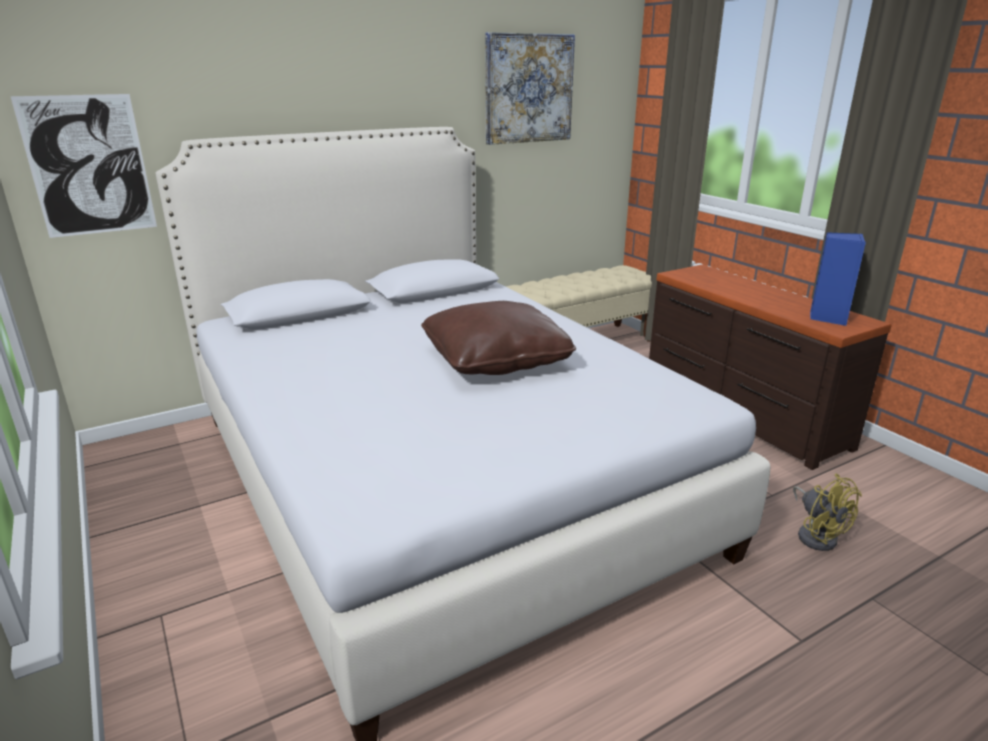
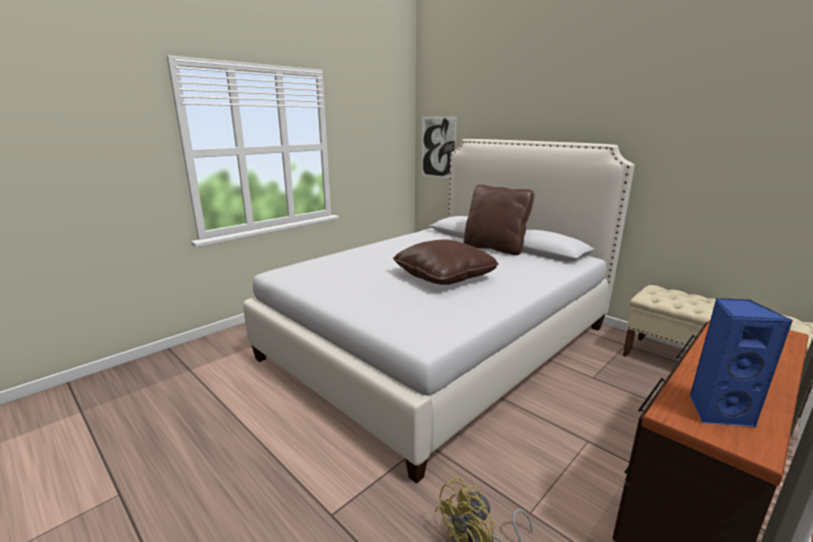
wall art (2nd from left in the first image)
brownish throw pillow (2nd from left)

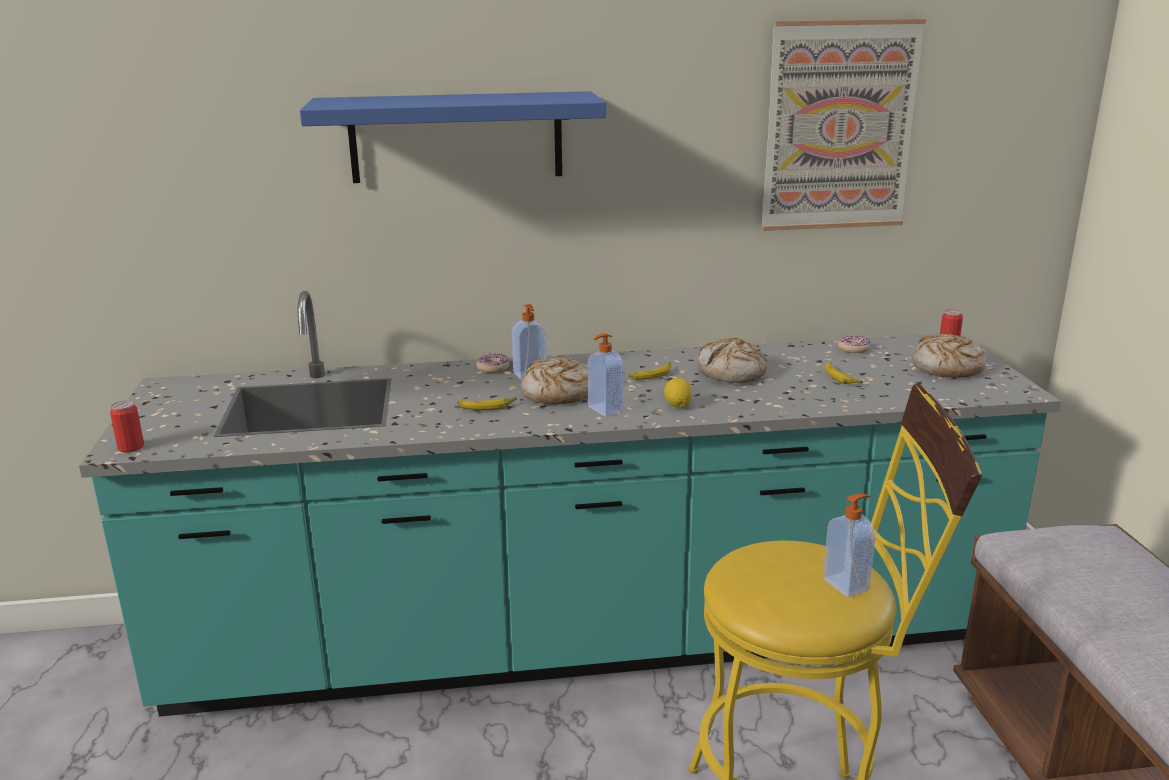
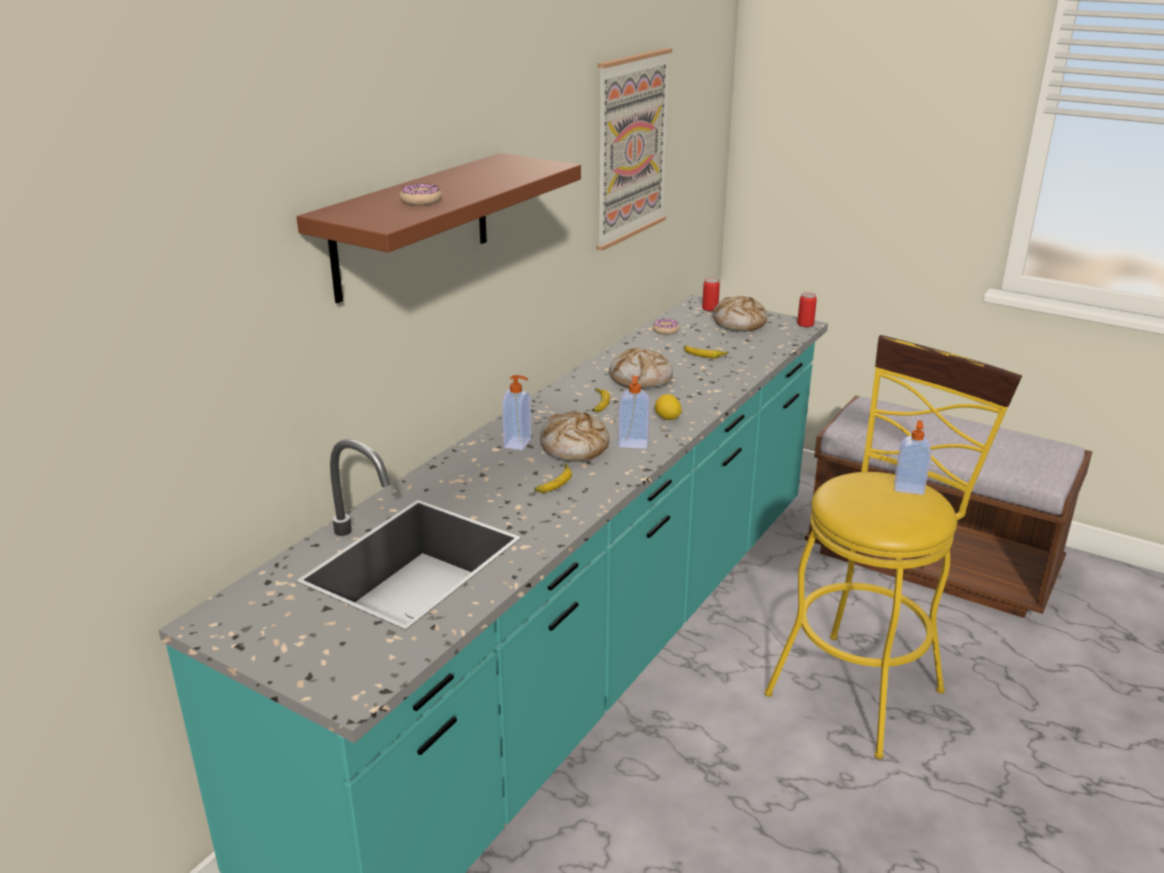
sealed can (2nd from left)
brownish shelf
donut (1st from left)

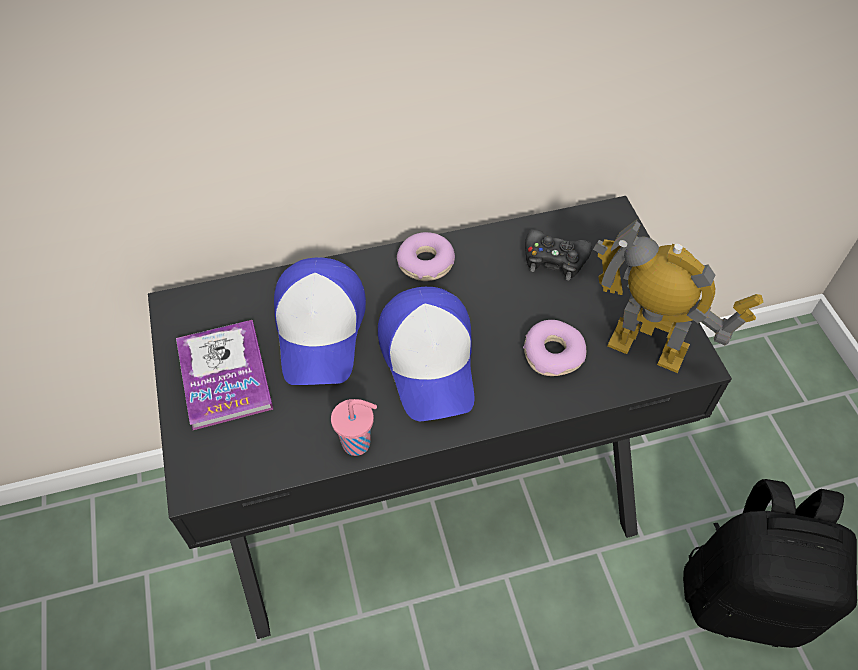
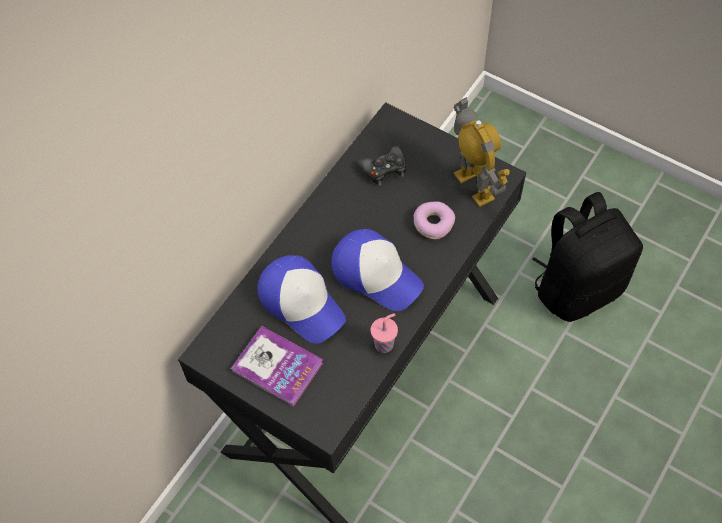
donut (1st from left in the first image)
model robot

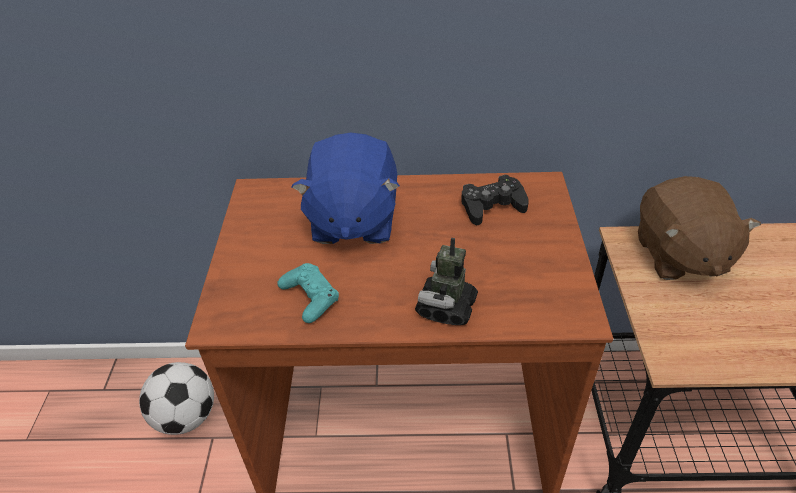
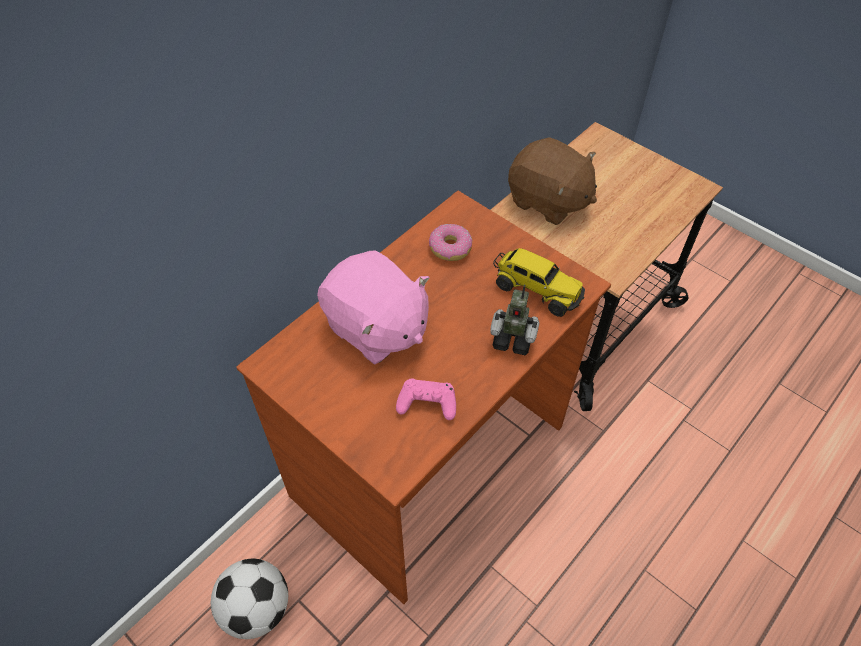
pinkish gamepad
pinkish cuddly toy
model robot
donut
model truck

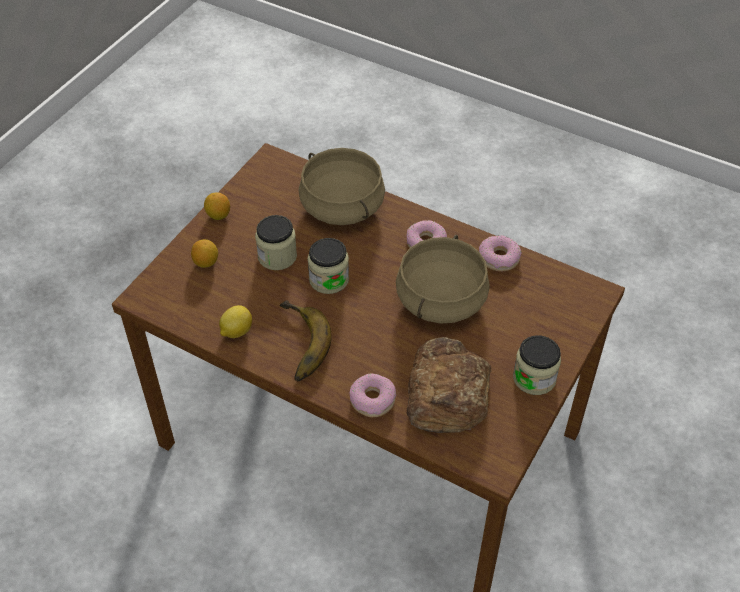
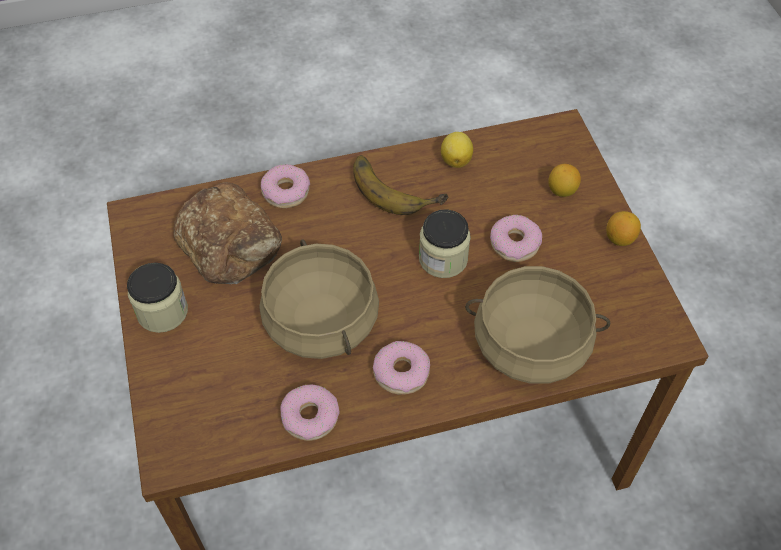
donut (4th from left)

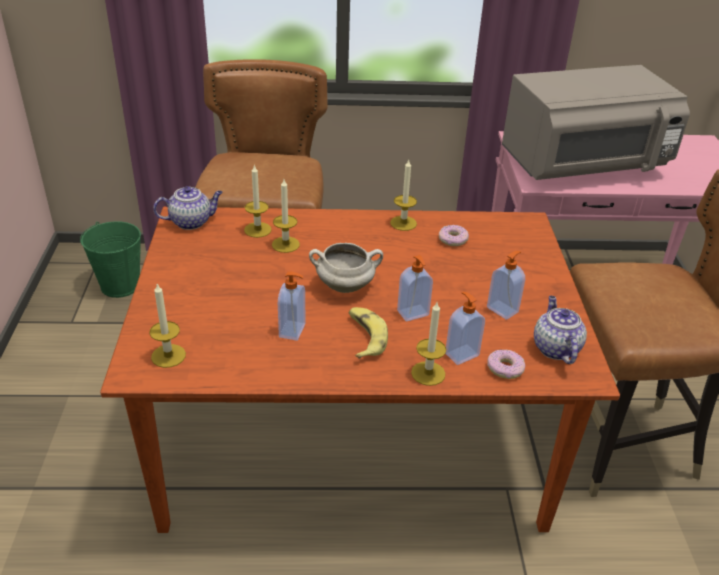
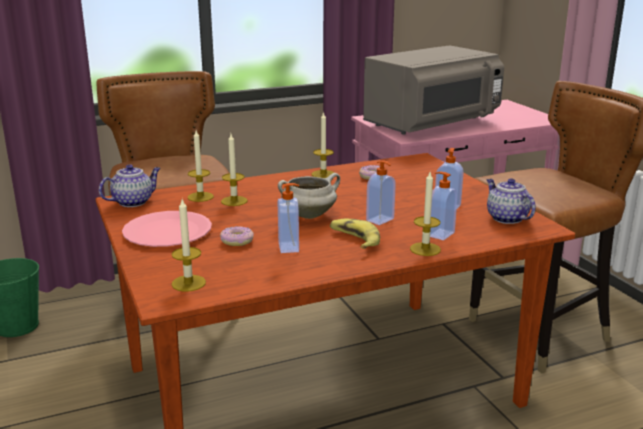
donut (1st from left)
pinkish plate

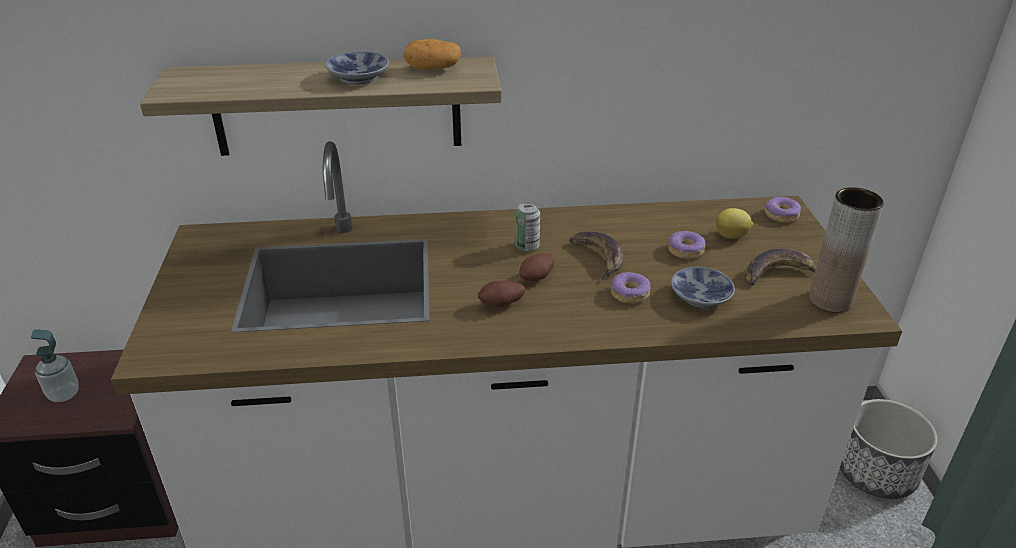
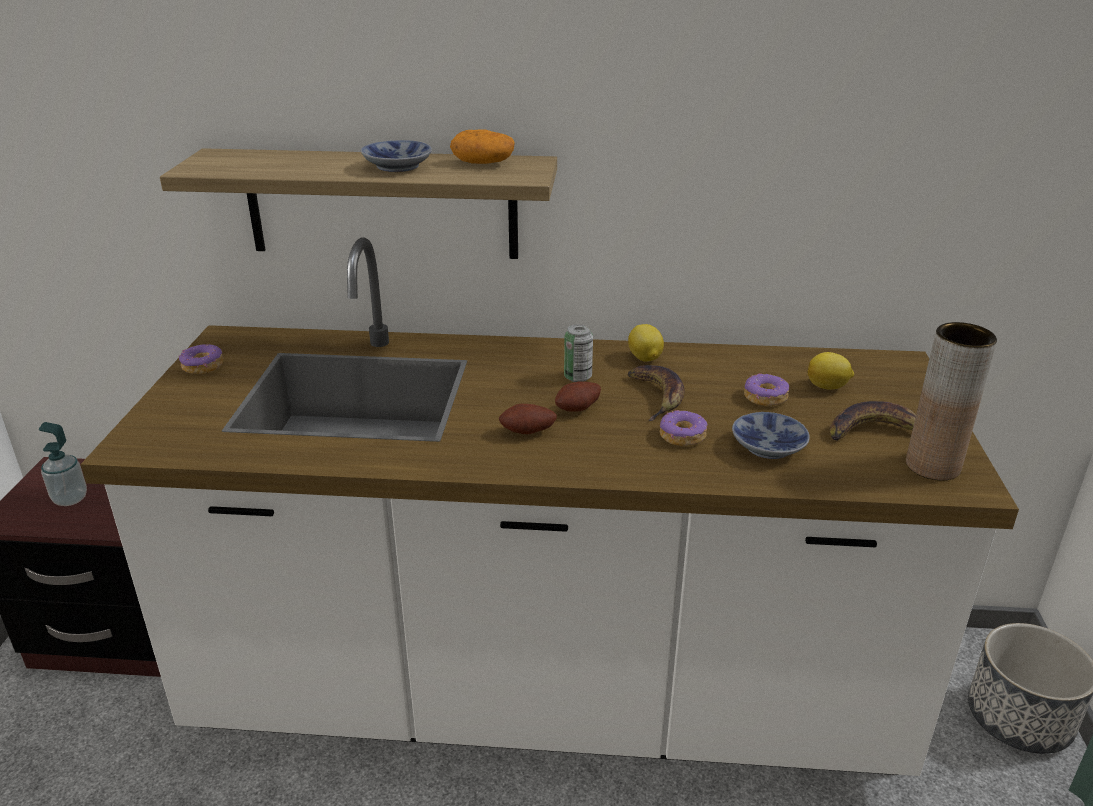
donut (1st from left)
whole lemon (1st from left)

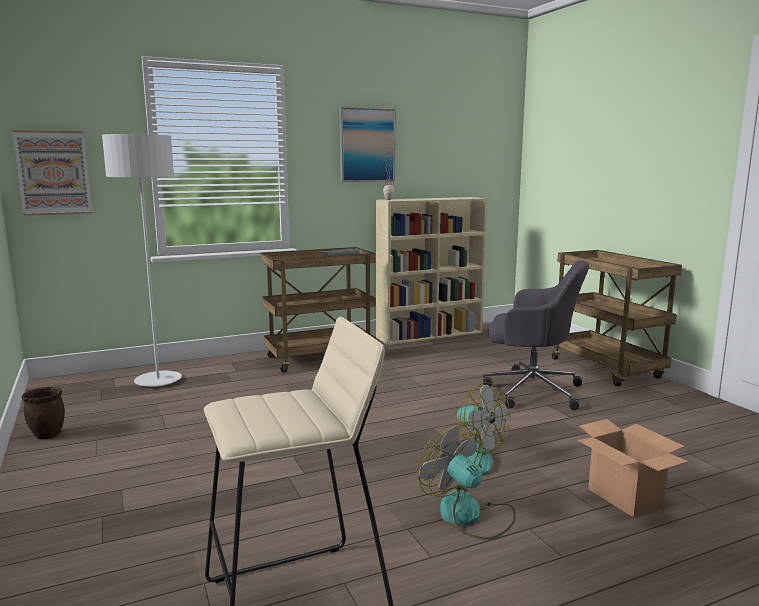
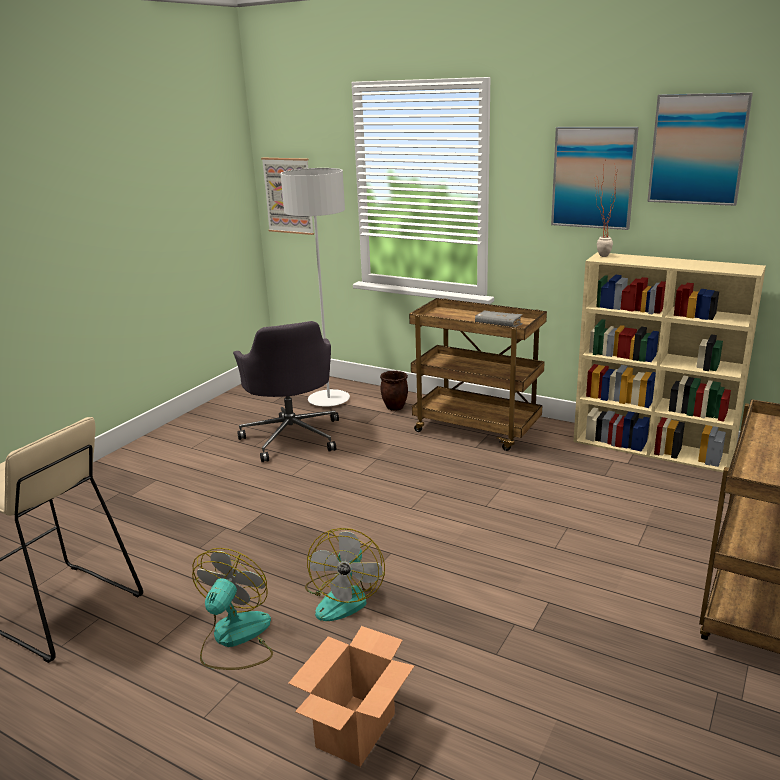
brownish plant pot
gray computer chair
wall art (3rd from left)

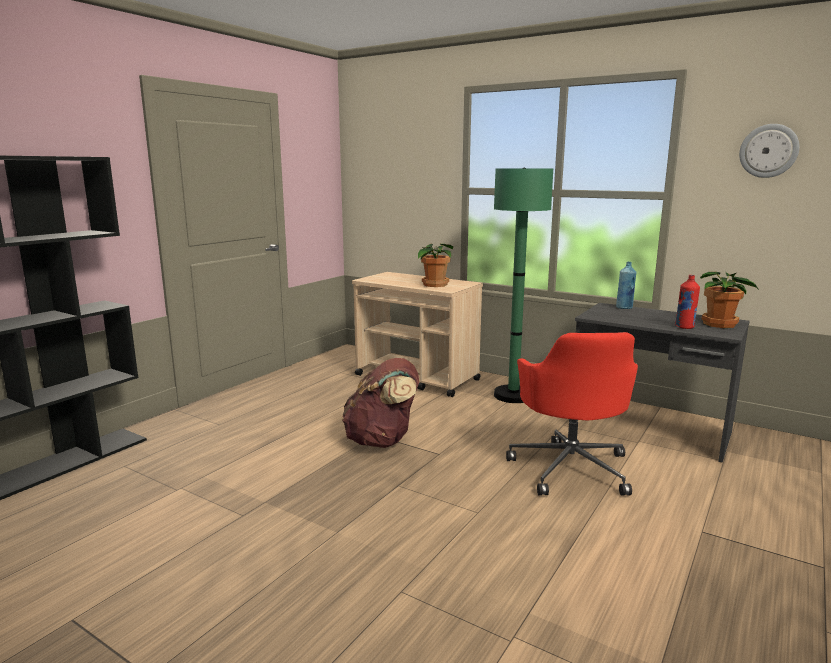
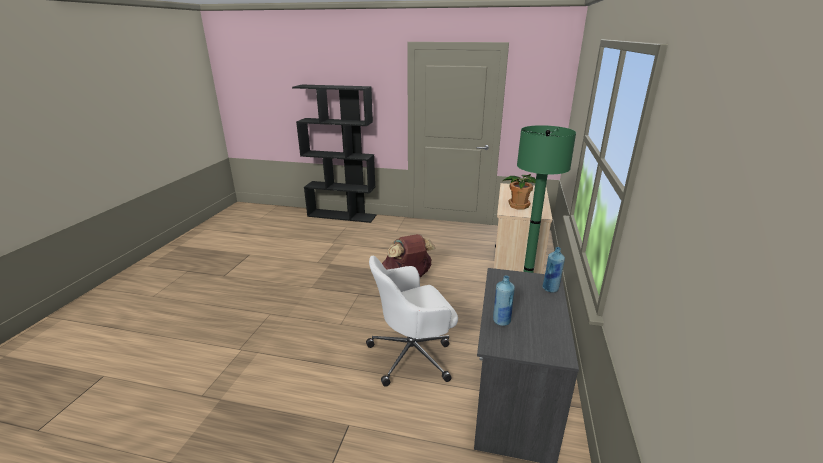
white-coloured computer chair
blue-coloured bottle (1st from left)
plant in a pot (2nd from left in the first image)
wall clock

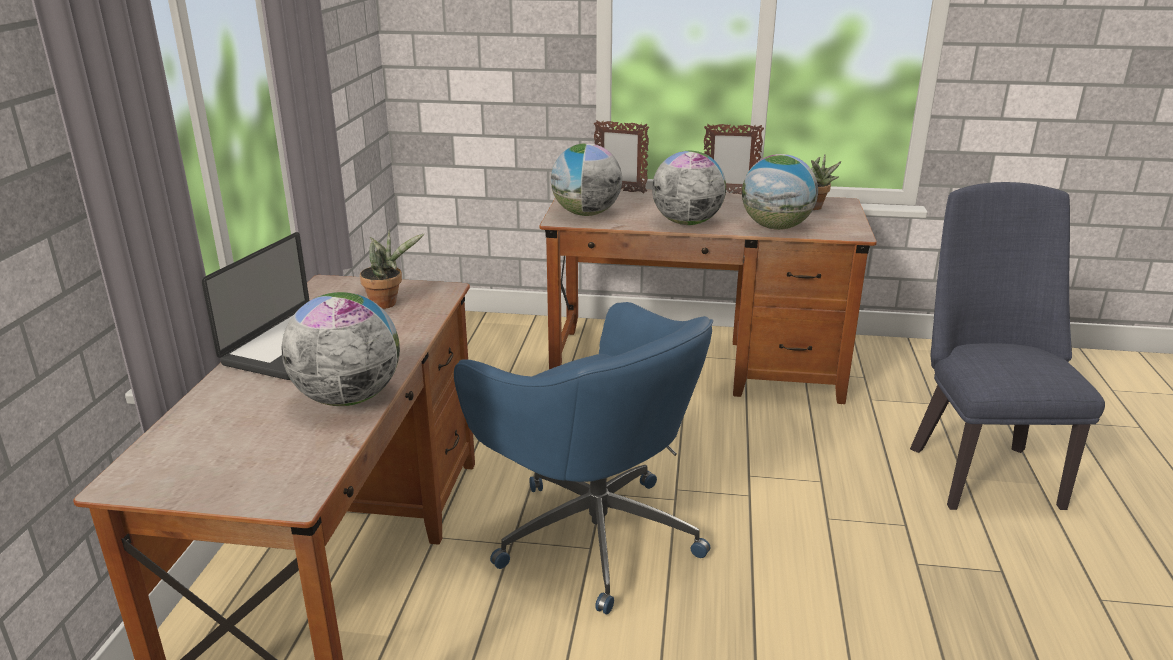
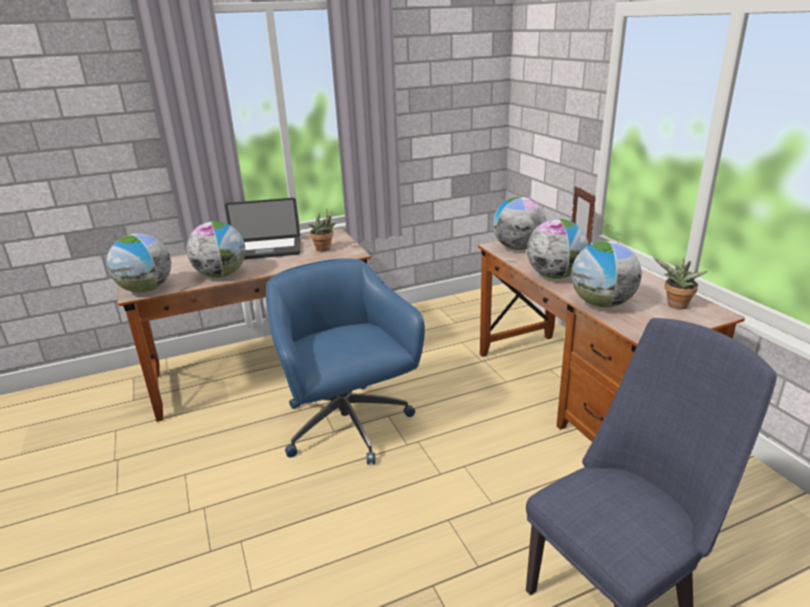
blue-coloured computer chair
standing frame (2nd from left in the first image)
world globe (1st from left)

